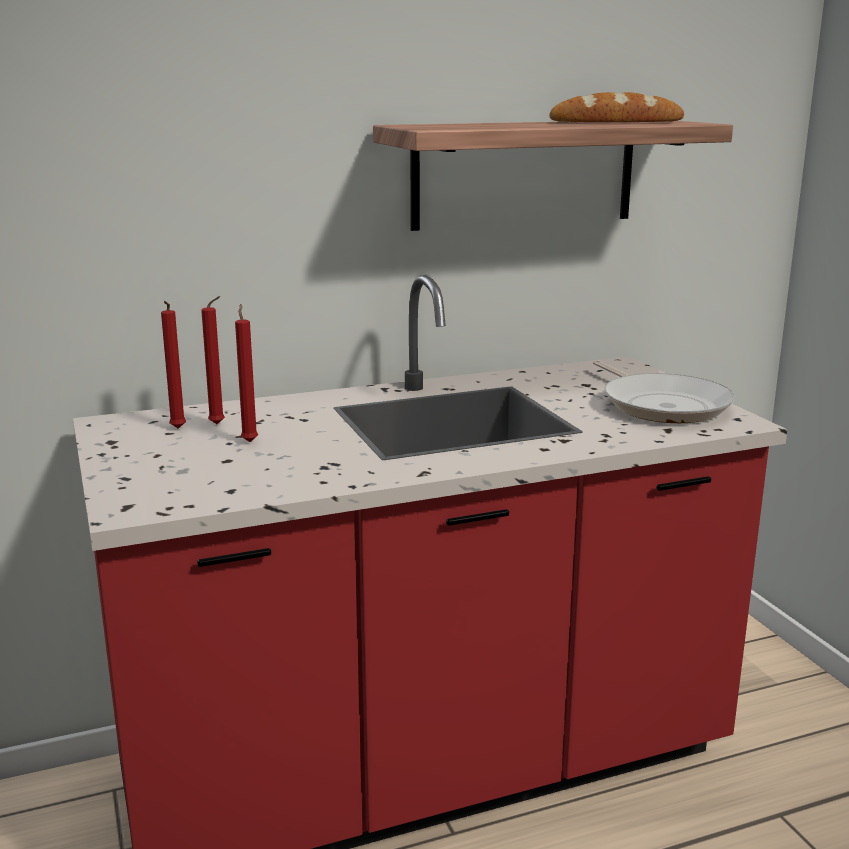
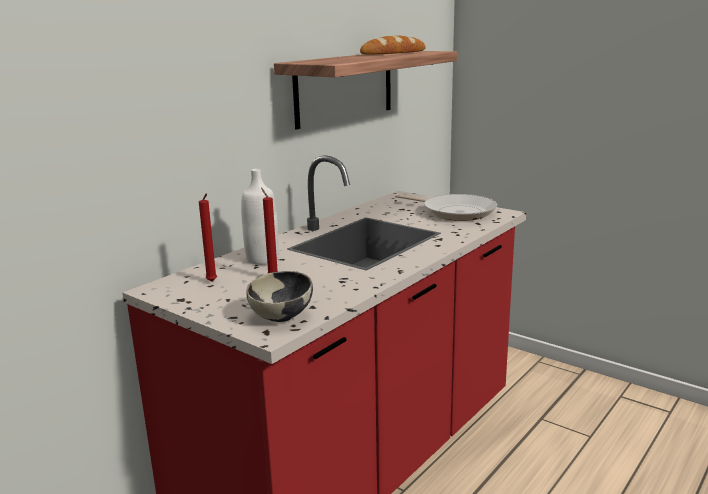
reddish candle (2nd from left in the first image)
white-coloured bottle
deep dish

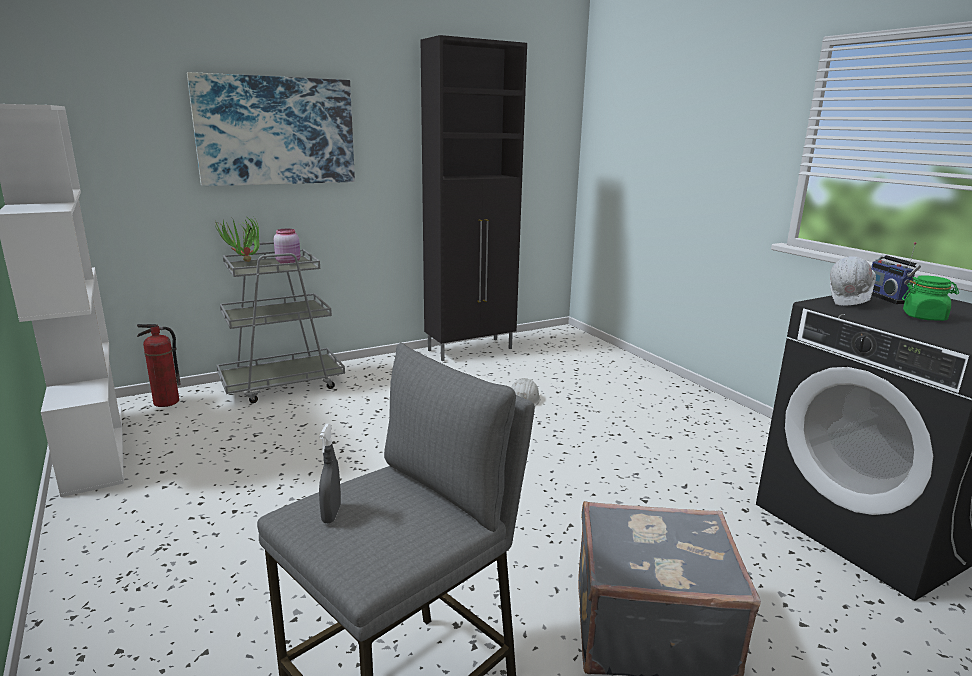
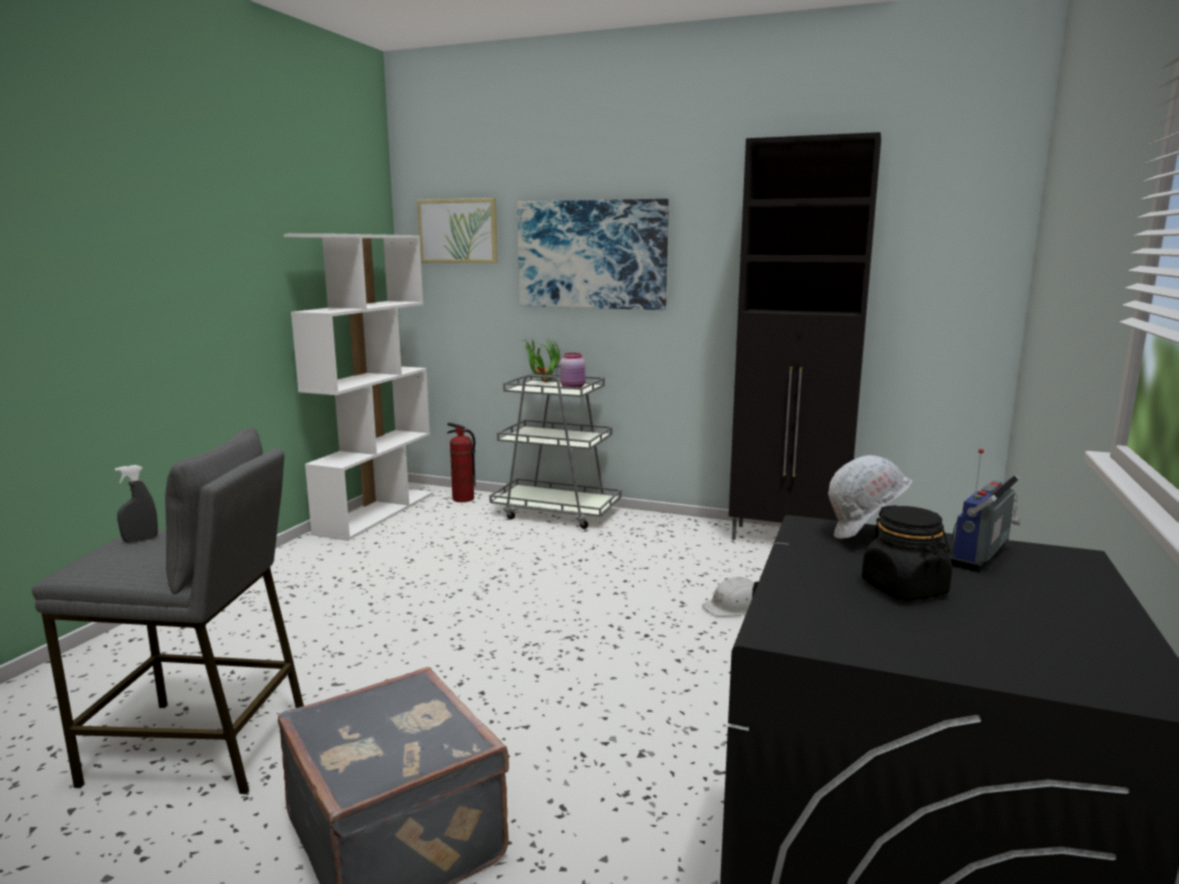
blackish storage jar
wall art (1st from left)

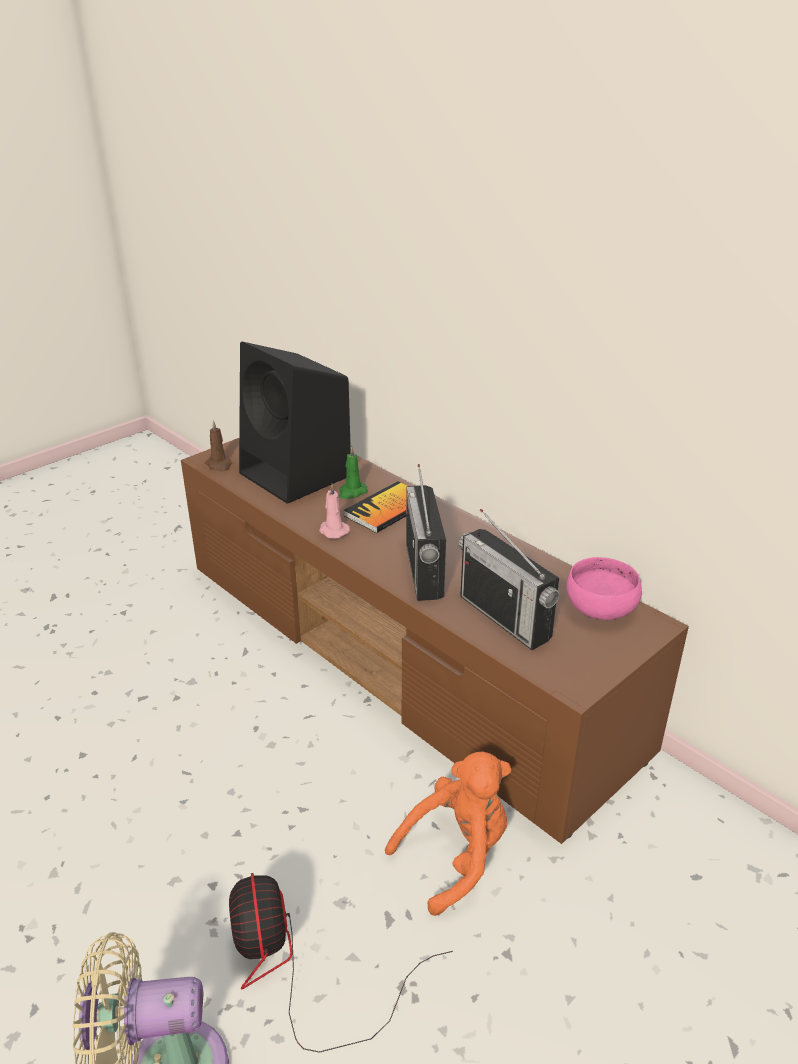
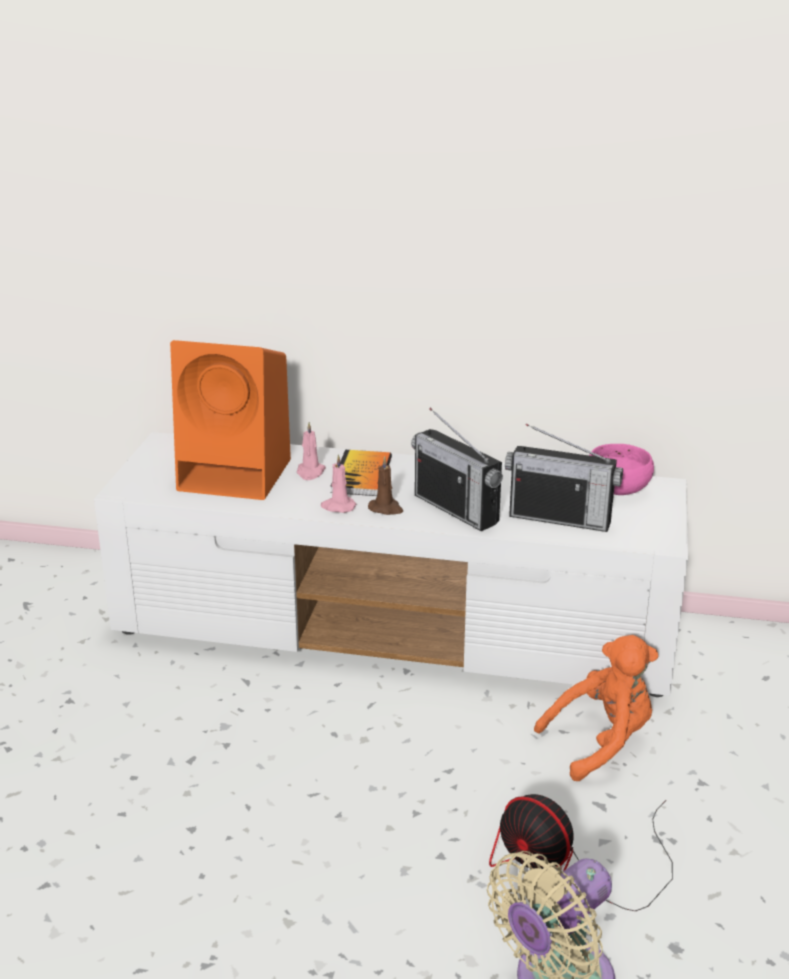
white-coloured tv stand
brownish candle
orangey audio speaker
pinkish candle (1st from left)
orangey cuddly toy

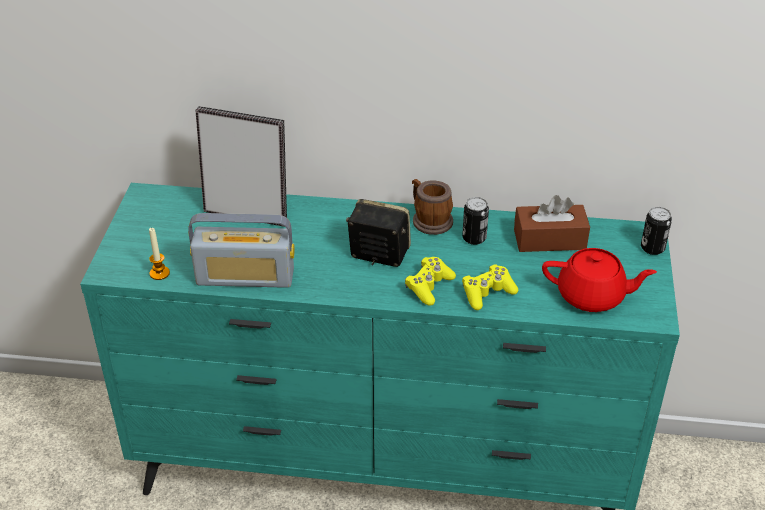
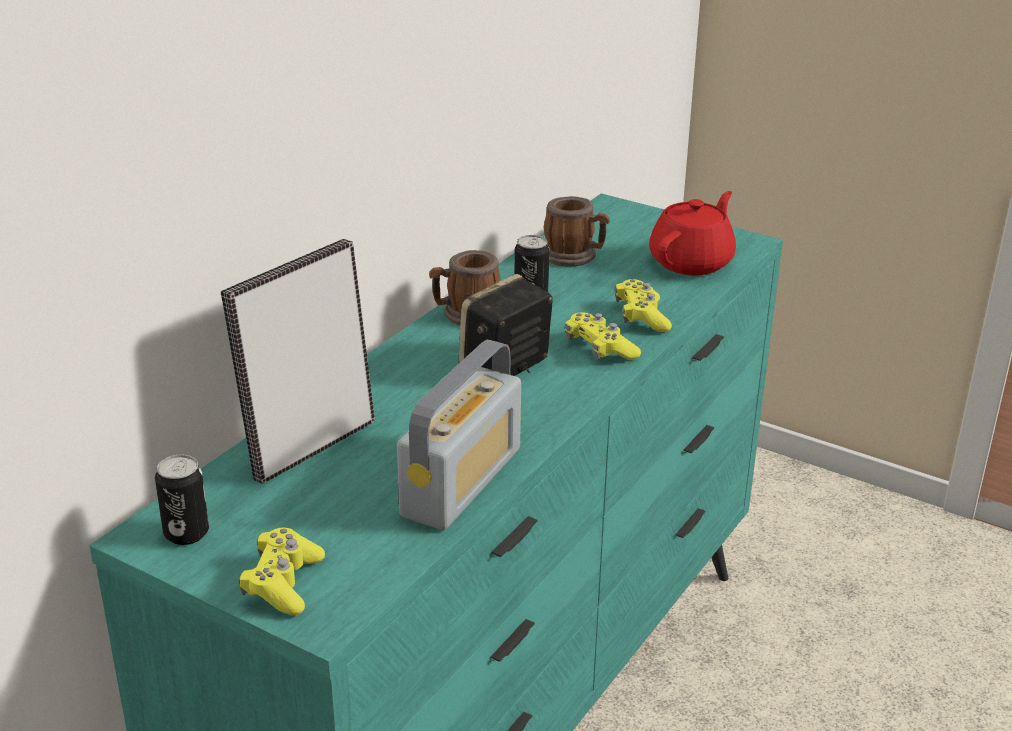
candle
coffee mug (2nd from left)
sealed can (1st from left)
yellow-coloured gamepad (1st from left)

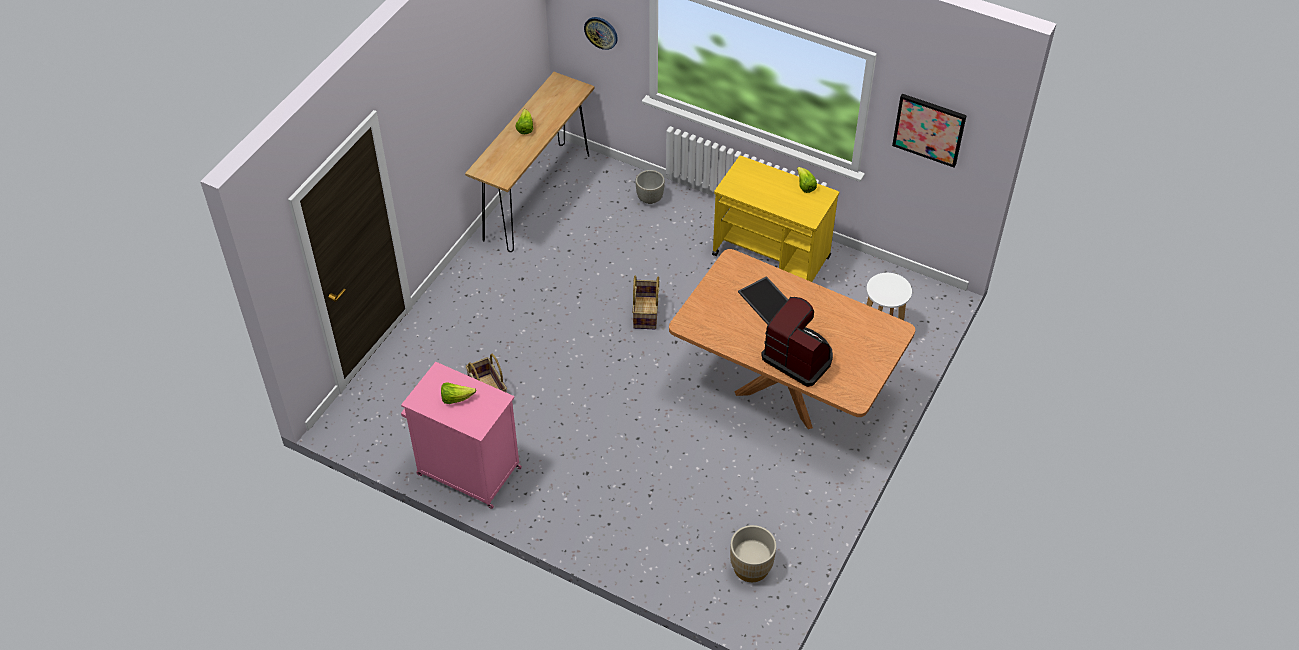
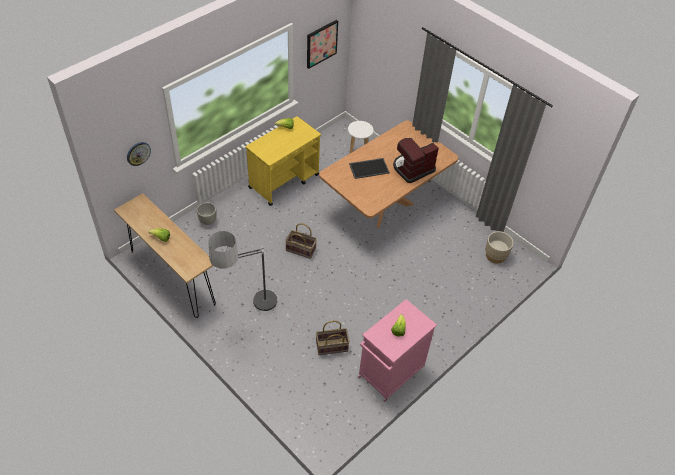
standing lamp

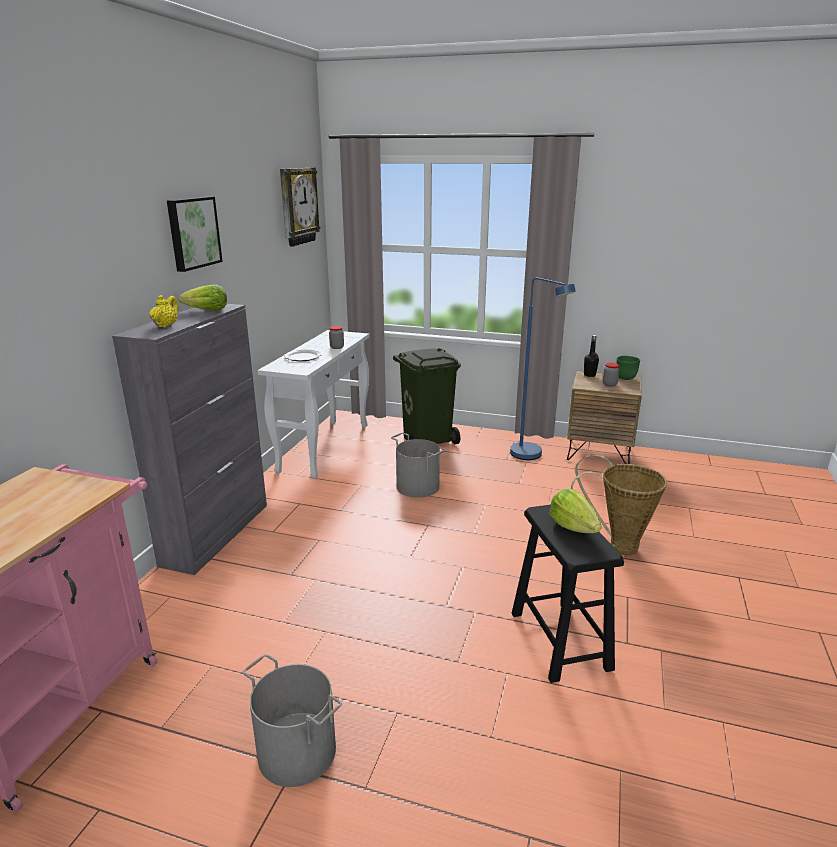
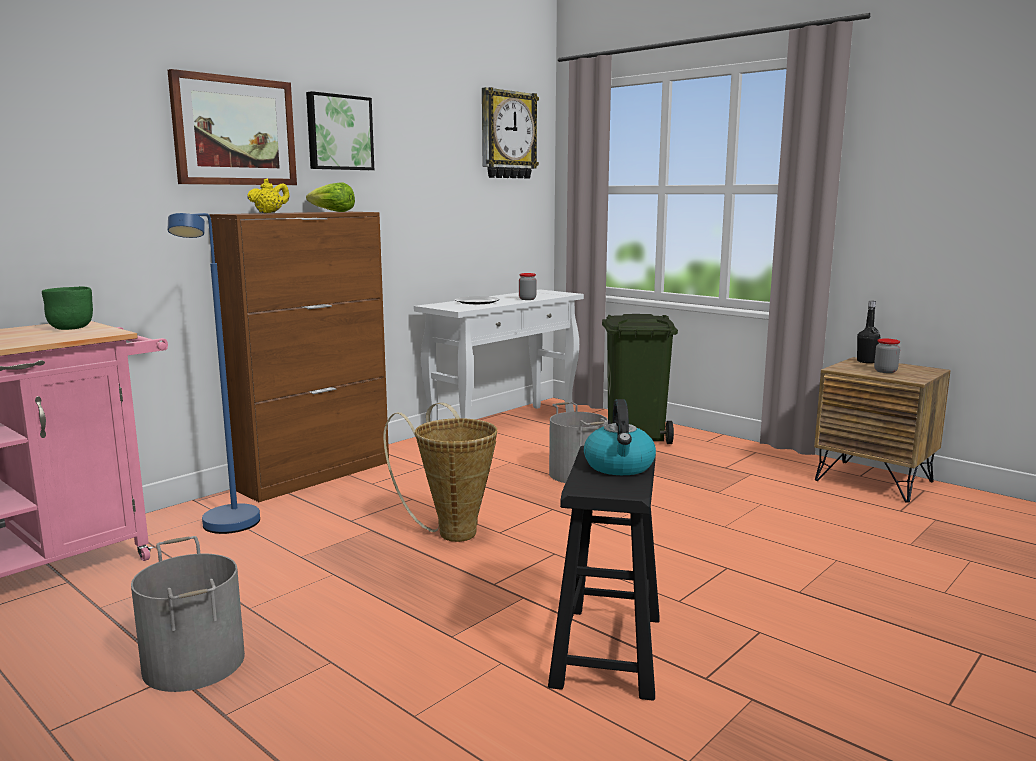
brownish cupboard
blue-coloured standing lamp
tea kettle
household basket
green-coloured deep dish
wall art (1st from left)

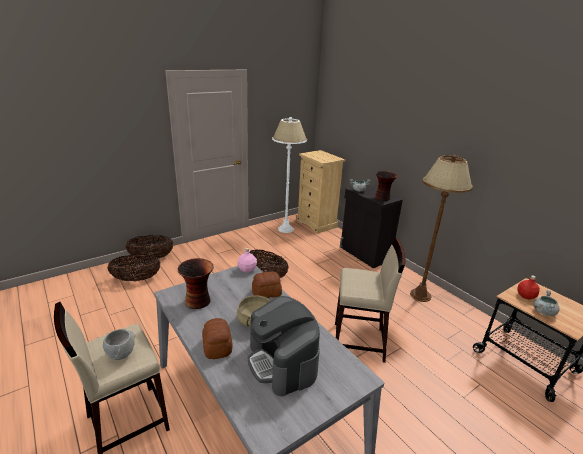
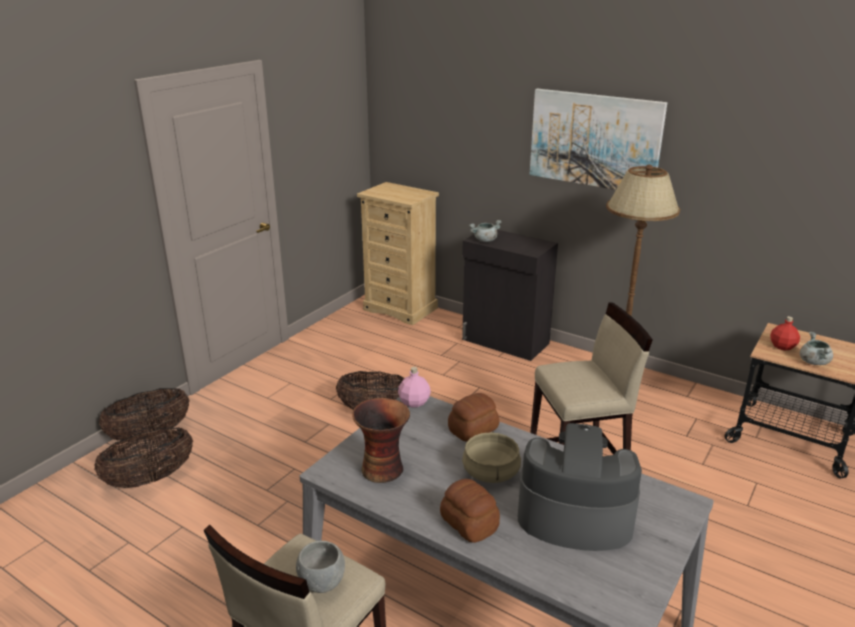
coffee brewer
white-coloured standing lamp
flower vase (2nd from left in the first image)
wall art

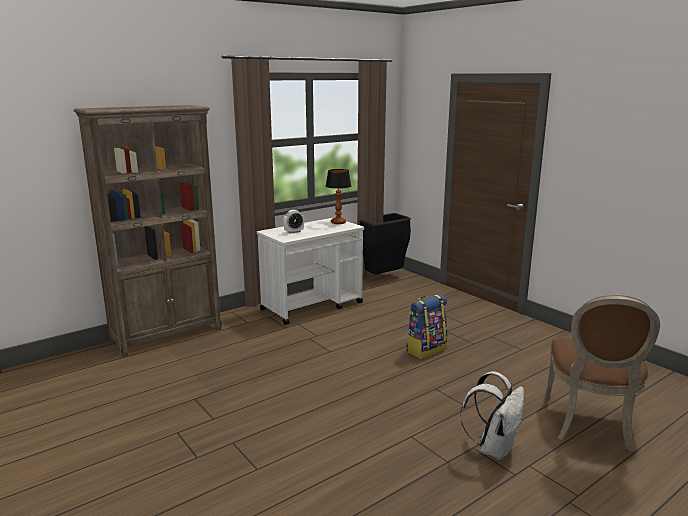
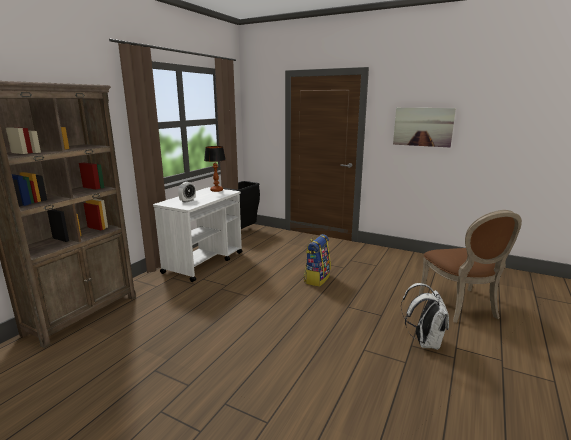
wall art

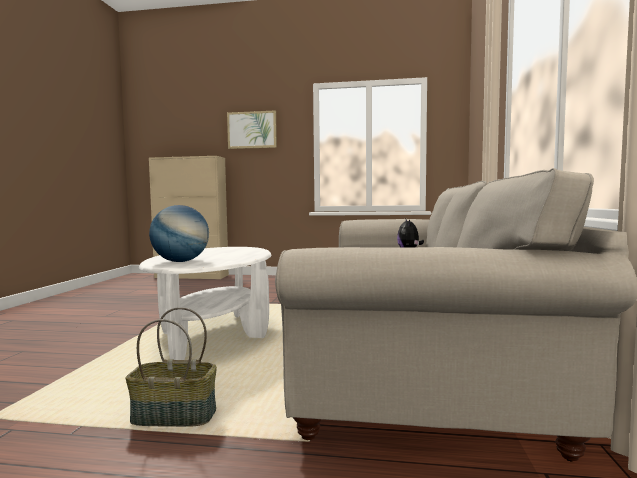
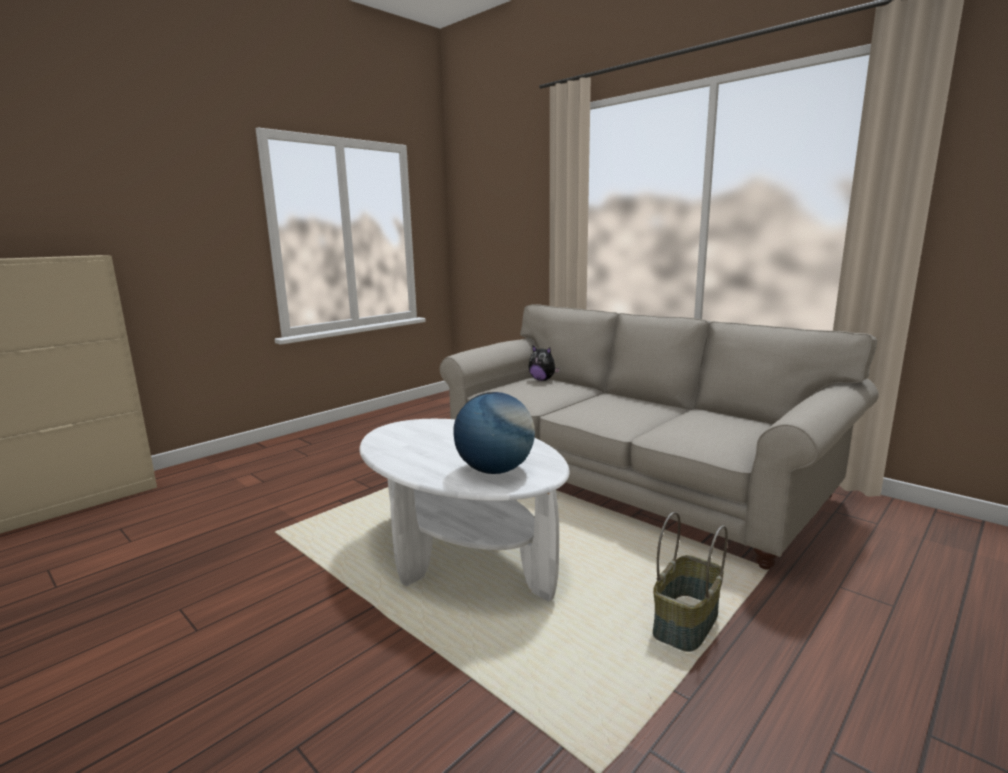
wall art

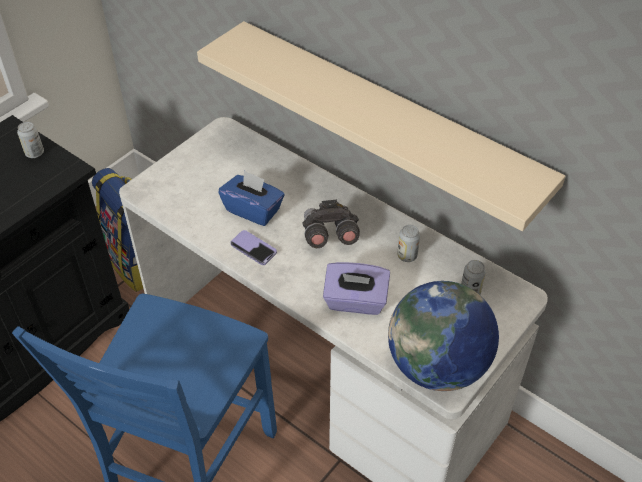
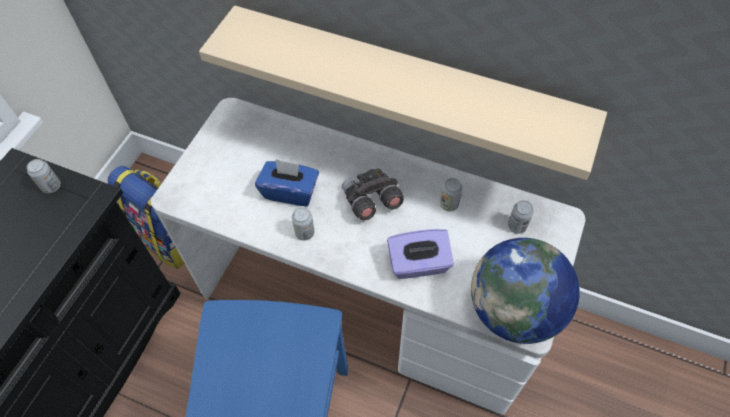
sealed can (2nd from left)

